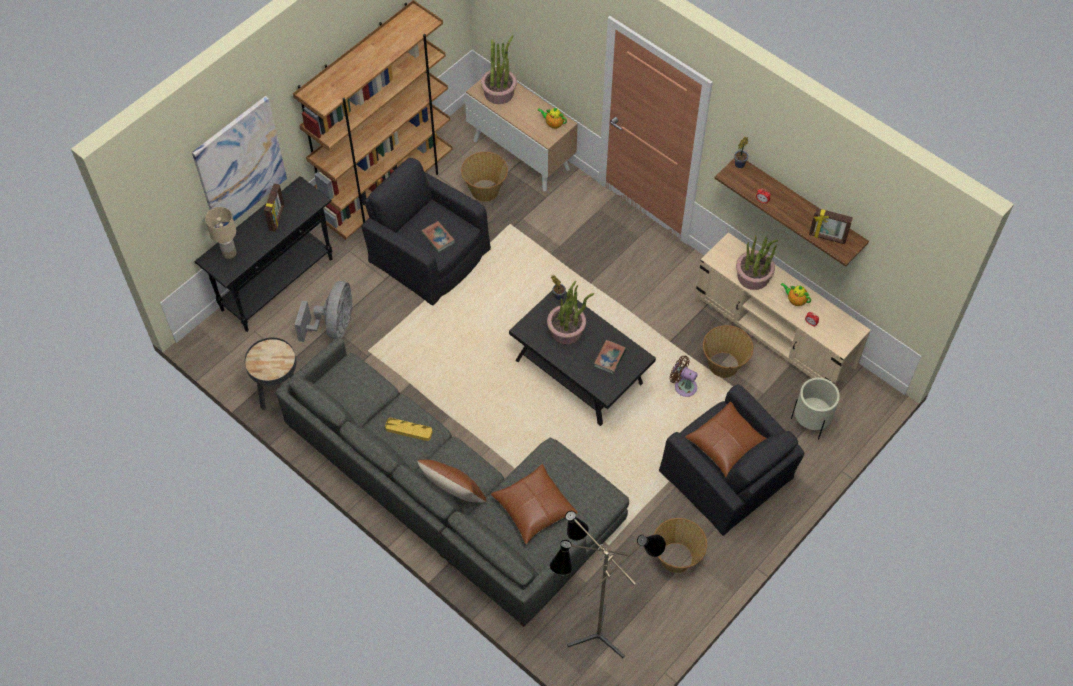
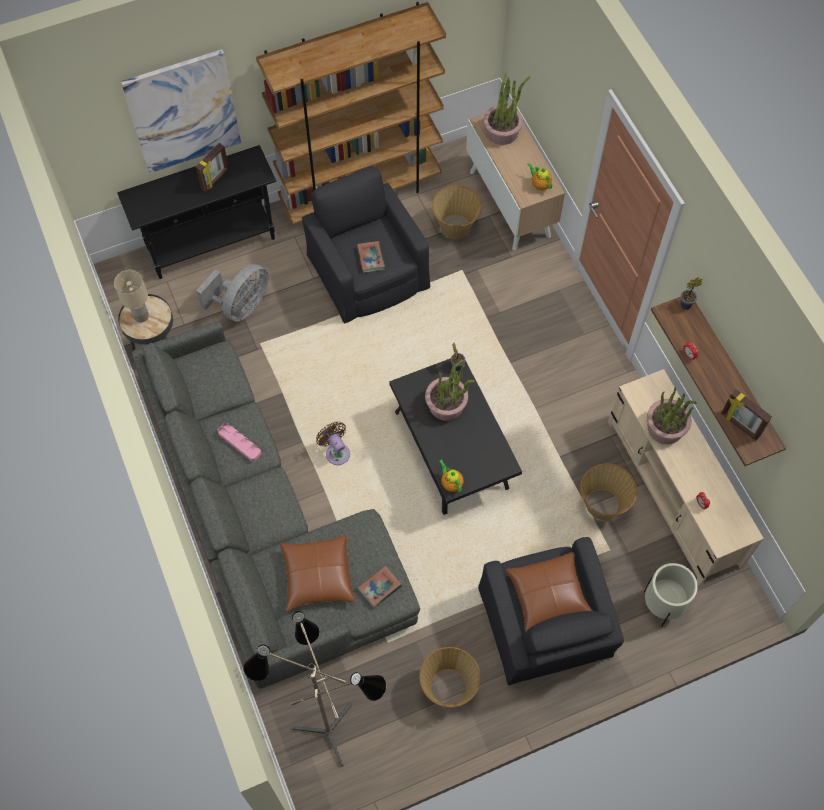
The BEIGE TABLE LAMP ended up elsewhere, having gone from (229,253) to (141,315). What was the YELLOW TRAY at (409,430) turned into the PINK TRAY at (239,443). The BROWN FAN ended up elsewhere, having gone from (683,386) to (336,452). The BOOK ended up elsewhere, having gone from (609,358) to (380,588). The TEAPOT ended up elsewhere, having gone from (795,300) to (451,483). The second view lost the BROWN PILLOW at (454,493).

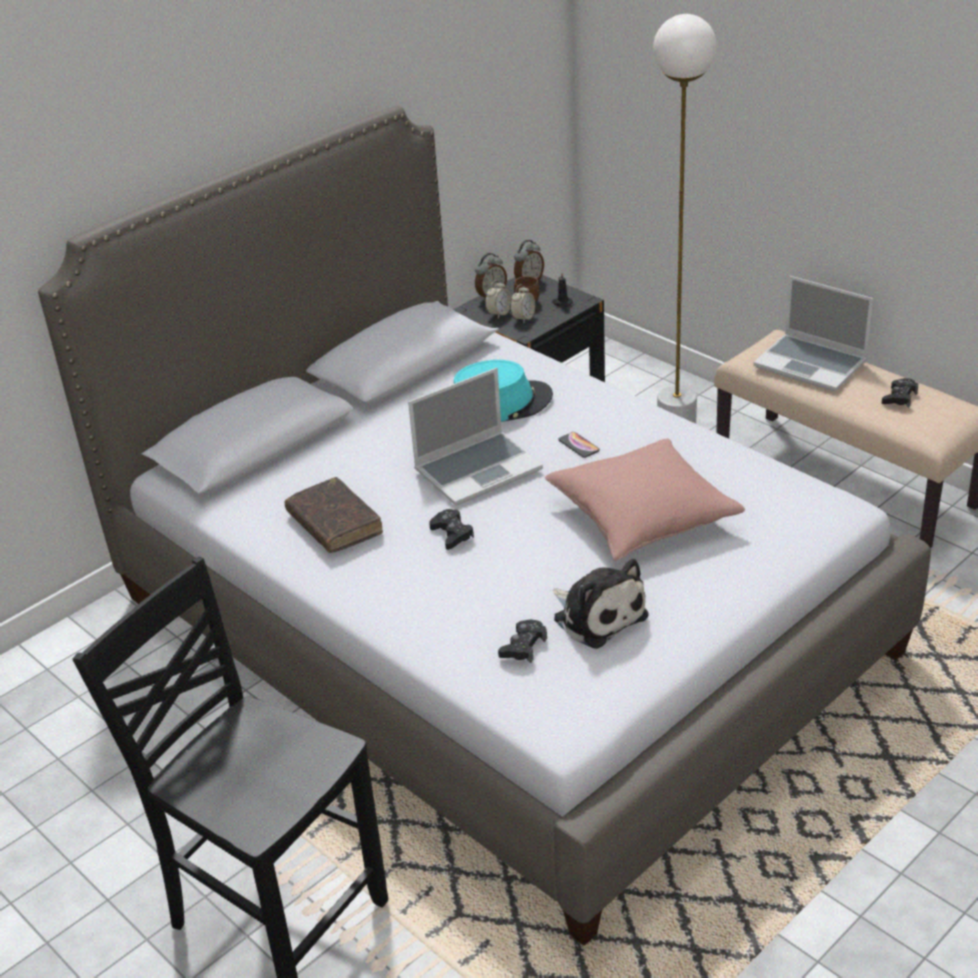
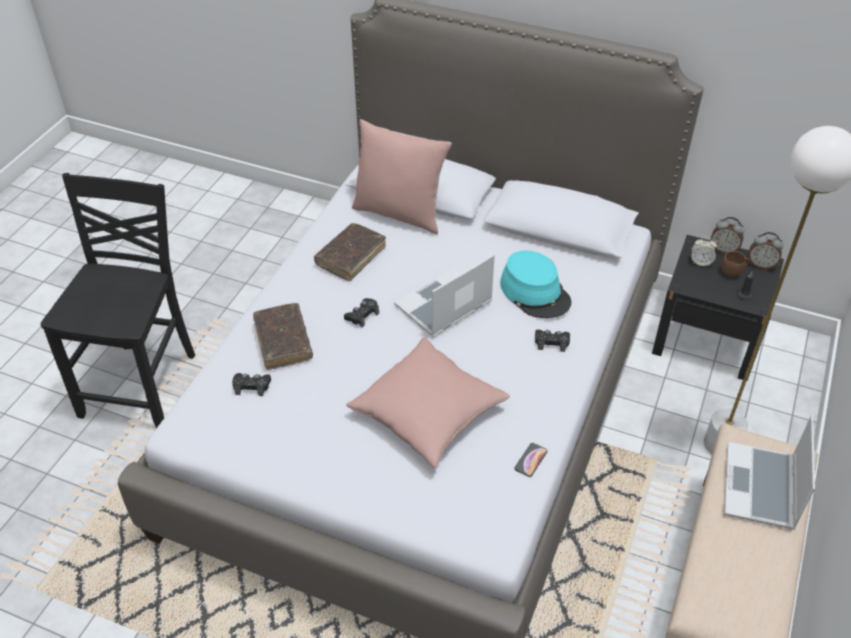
The second view gained the BROWN BOOK at (283,341). The second view gained the PINK PILLOW at (399,213). The LAPTOP at (478,469) ended up facing another way, 105 degrees clockwise from before. The PHONE ended up elsewhere, having gone from (578,445) to (531,460). The BLACK GAME CONTROLLER ended up elsewhere, having gone from (899,398) to (551,342). The second view lost the ALARM CLOCK at (523,318). The second view lost the PLUSH TOY at (597,615).

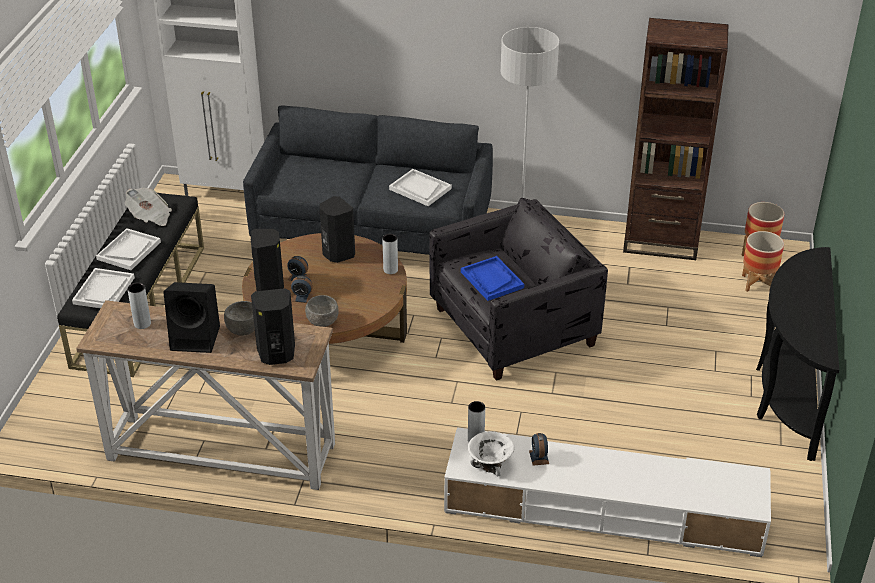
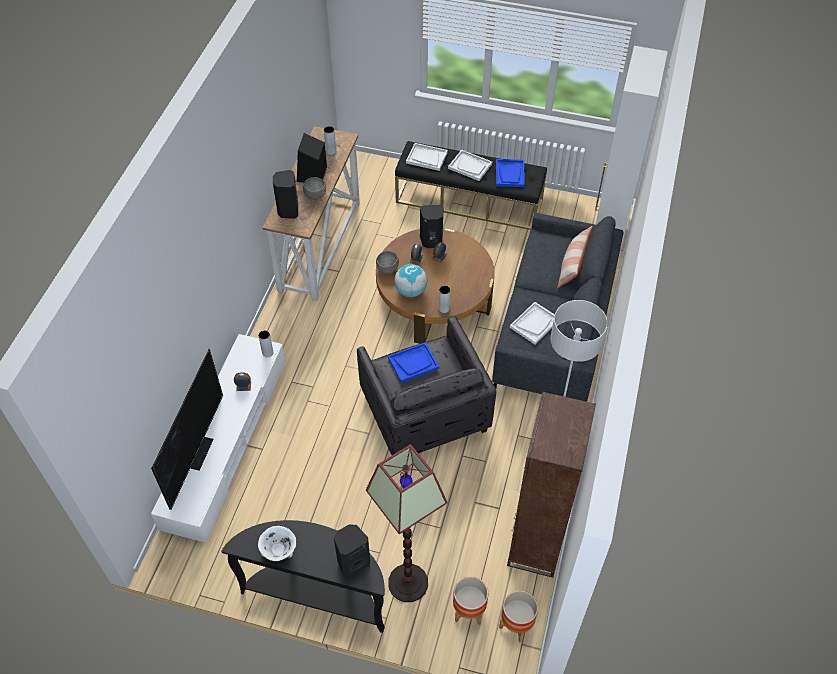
The second view gained the TELEVISION at (197,451). The WHITE BOWL ended up elsewhere, having gone from (490,464) to (278,551). The BLACK SPEAKER ended up elsewhere, having gone from (337,254) to (352,562). The second view gained the FLOOR LAMP at (408,583). The second view gained the GLOBE at (410,291). Where the NEWSPAPER stood at (150,217), the BLUE TRAY came to stand at (510,174). The second view gained the PILLOW at (572,266).

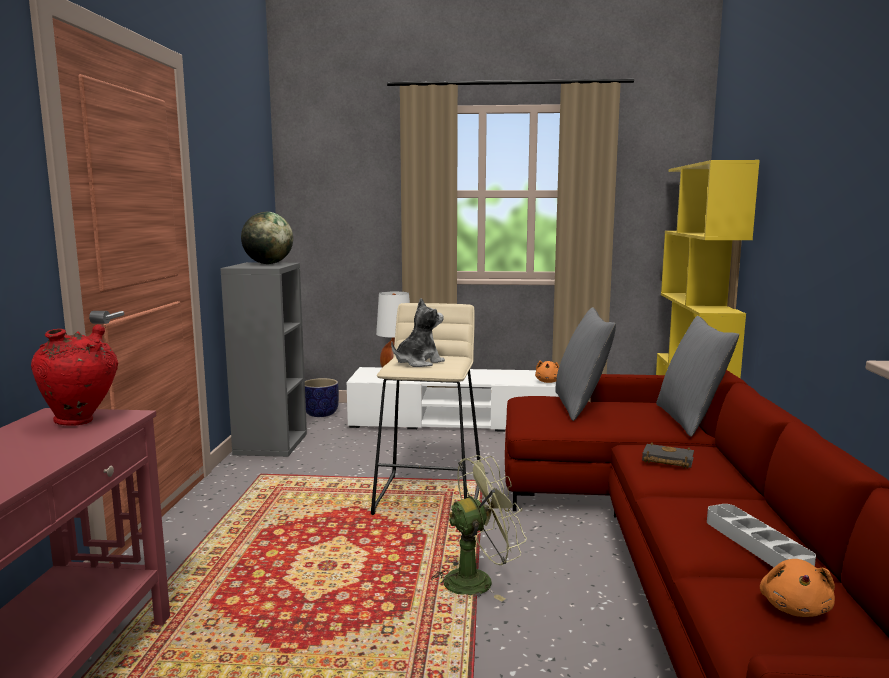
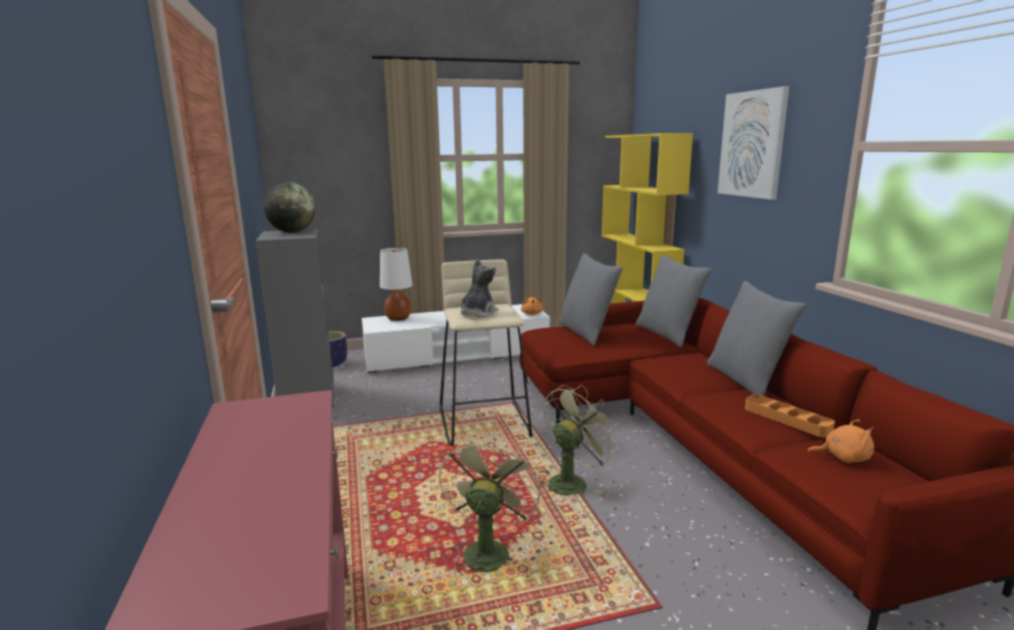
The second view gained the GREEN FAN at (487,549). The second view gained the GREY PILLOW at (746,380). The second view gained the PICTURE at (752,144). What was the GREY TRAY at (756,544) turned into the ORANGE TRAY at (787,419). The ORANGE PLUSH TOY at (795,608) ended up facing another way, 75 degrees counterclockwise from before. The second view lost the RED VASE at (81,421). The second view lost the BLACK BOOK at (666,460).

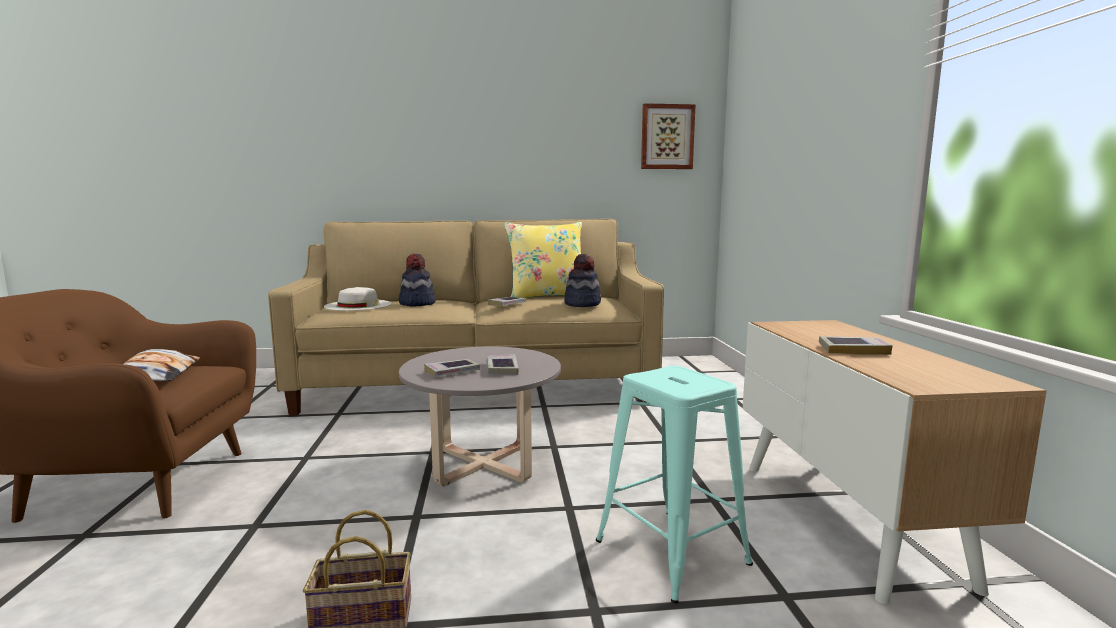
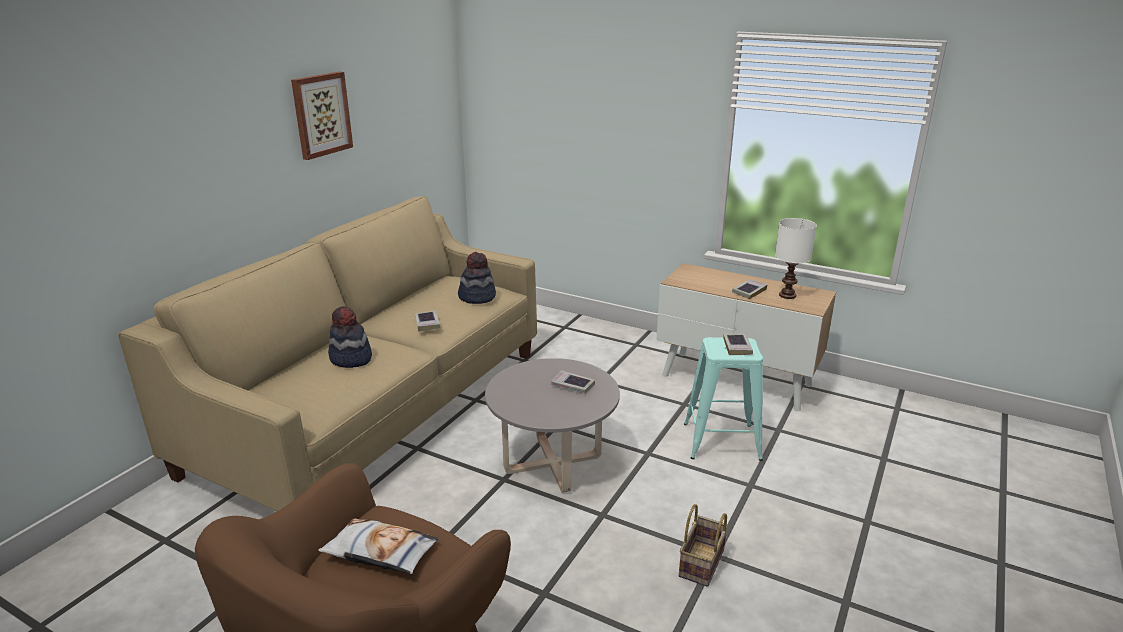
The PICTURE ended up elsewhere, having gone from (667,137) to (321,114). The BOOK ended up elsewhere, having gone from (452,372) to (737,347). The second view gained the WHITE TABLE LAMP at (787,295). The second view lost the WHITE HAT at (358,305). The second view lost the YELLOW PILLOW at (547,296).

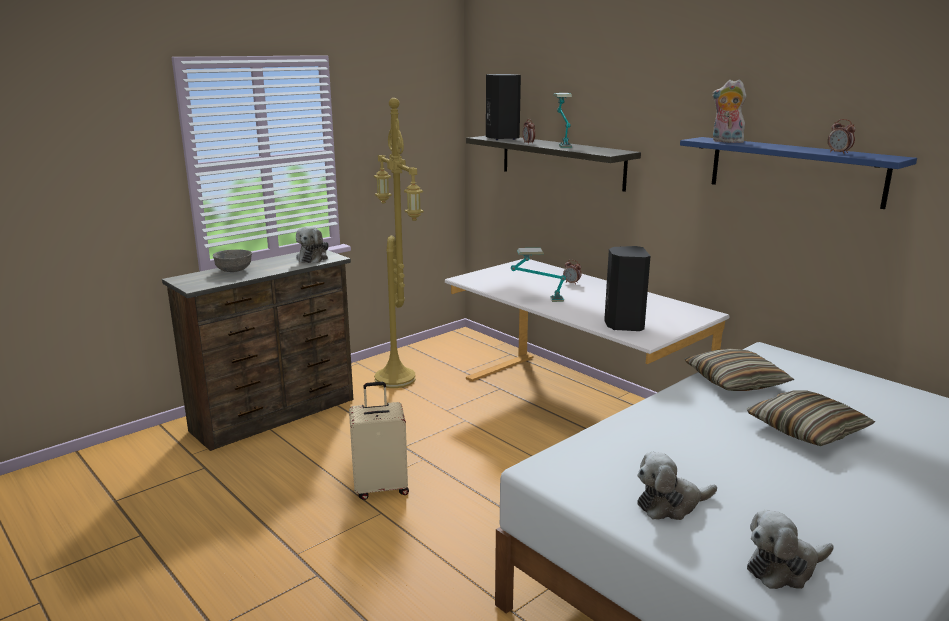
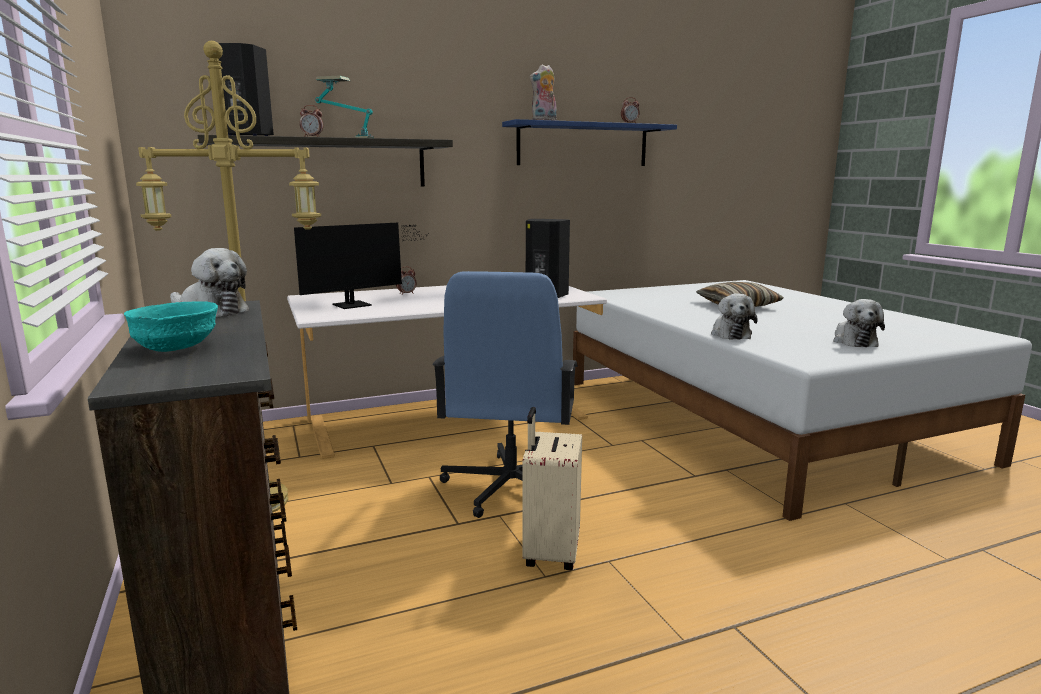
What was the GREY BOWL at (233,271) turned into the TURQUOISE BOWL at (176,348). The second view gained the MONITOR at (357,304). The second view gained the BLUE OFFICE CHAIR at (509,487). The PLUSH TOY ended up elsewhere, having gone from (784,568) to (730,334). The second view lost the TABLE LAMP at (537,300). The second view lost the PILLOW at (735,381).

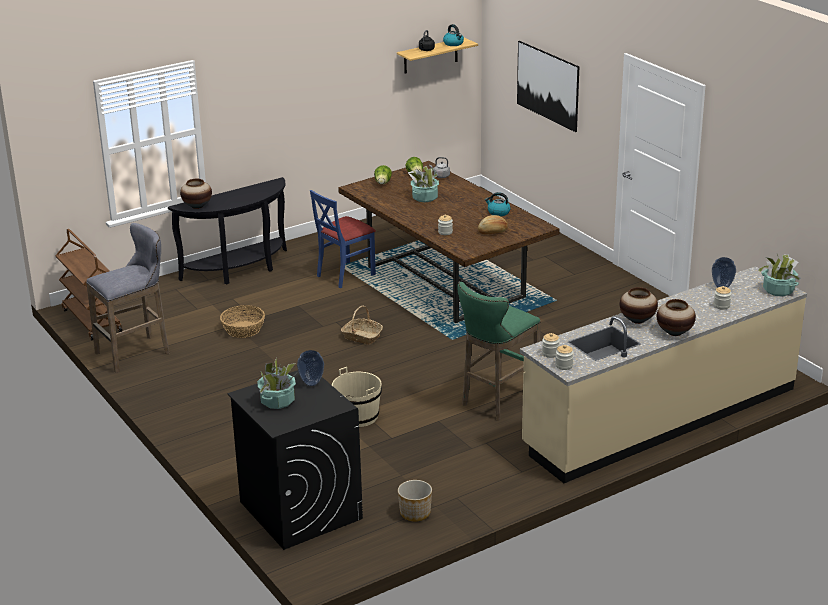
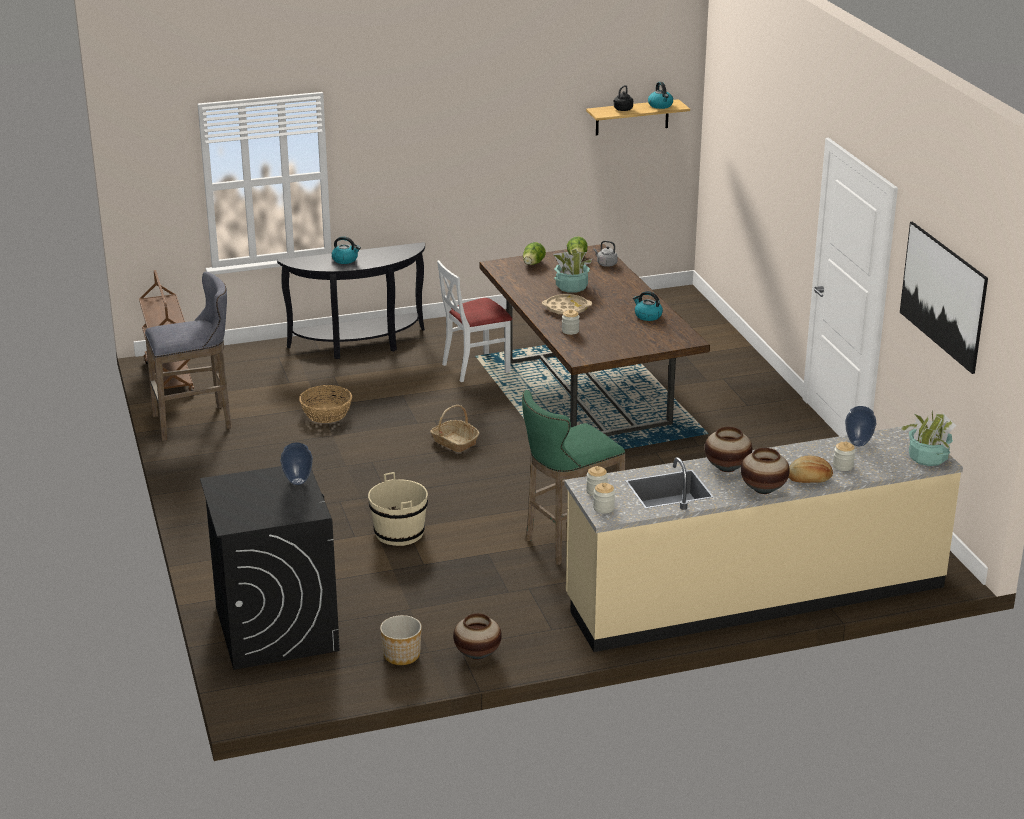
The second view gained the KETTLE at (345,260). What was the BLUE CHAIR at (345,275) turned into the WHITE CHAIR at (475,367). The VASE ended up elsewhere, having gone from (197,206) to (477,654). The second view gained the BEIGE TRAY at (566,308). The BREAD ended up elsewhere, having gone from (493,231) to (809,479). The PICTURE ended up elsewhere, having gone from (547,85) to (943,295). The second view lost the POTTED PLANT at (277,401).

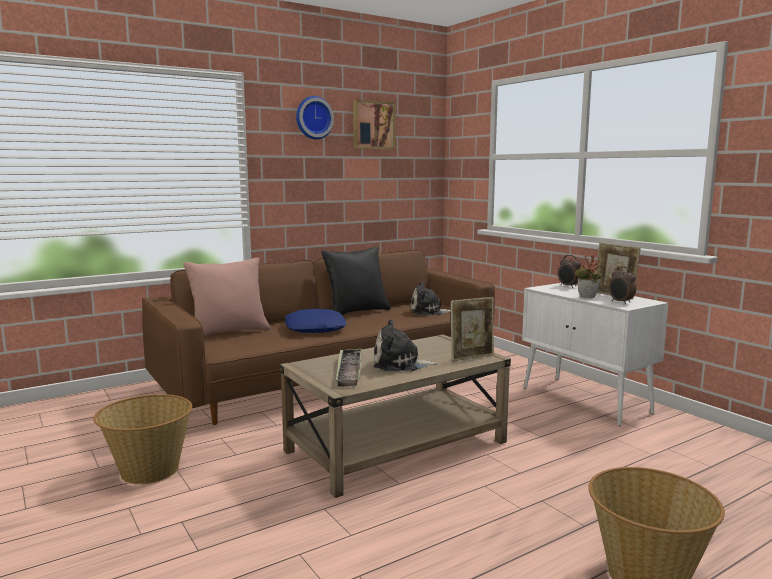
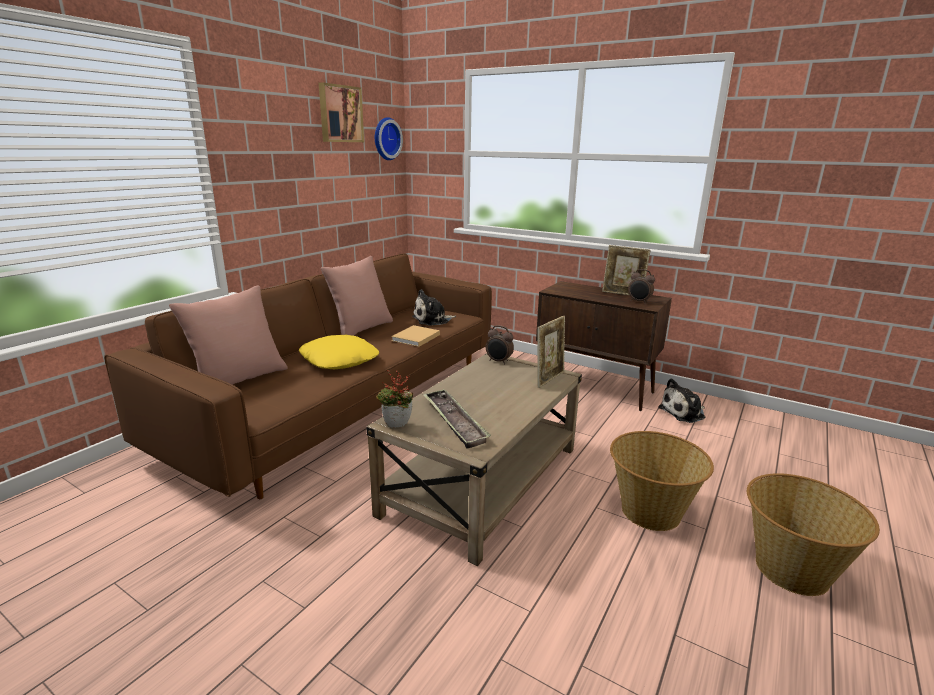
What was the BLUE PILLOW at (315,328) turned into the YELLOW PILLOW at (340,360). What was the BLACK PILLOW at (356,312) turned into the PINK PILLOW at (361,329). The WALL CLOCK ended up elsewhere, having gone from (313,118) to (385,139). The POTTED PLANT ended up elsewhere, having gone from (587,297) to (396,426). The second view gained the BEIGE BOOK at (415,338). The ALARM CLOCK ended up elsewhere, having gone from (568,286) to (498,361). What was the WHITE CABINET at (586,400) turned into the BROWN CABINET at (595,388). The BASKET ended up elsewhere, having gone from (148,471) to (650,512). The PLUSH TOY ended up elsewhere, having gone from (400,364) to (684,413).

